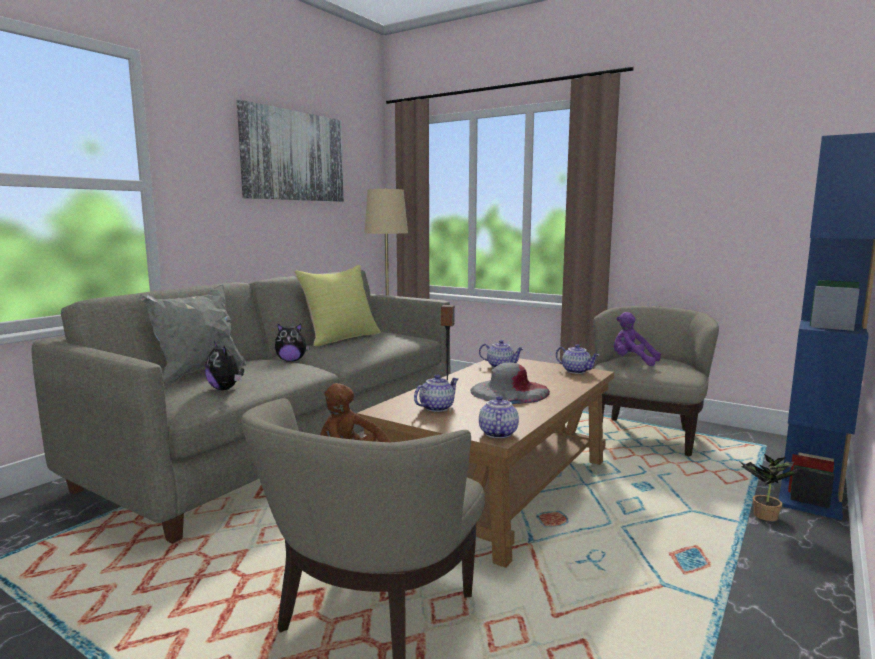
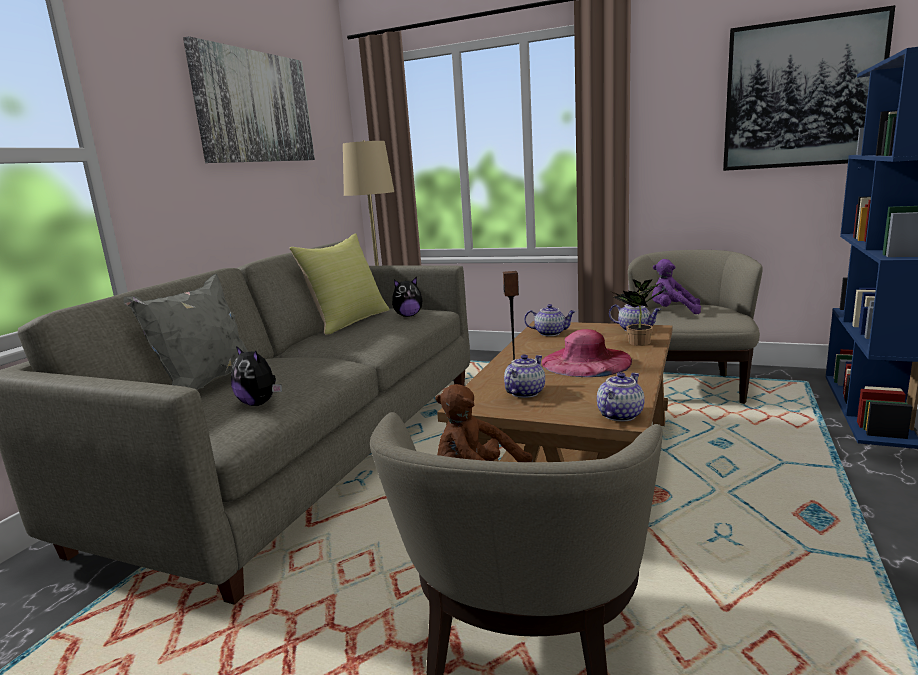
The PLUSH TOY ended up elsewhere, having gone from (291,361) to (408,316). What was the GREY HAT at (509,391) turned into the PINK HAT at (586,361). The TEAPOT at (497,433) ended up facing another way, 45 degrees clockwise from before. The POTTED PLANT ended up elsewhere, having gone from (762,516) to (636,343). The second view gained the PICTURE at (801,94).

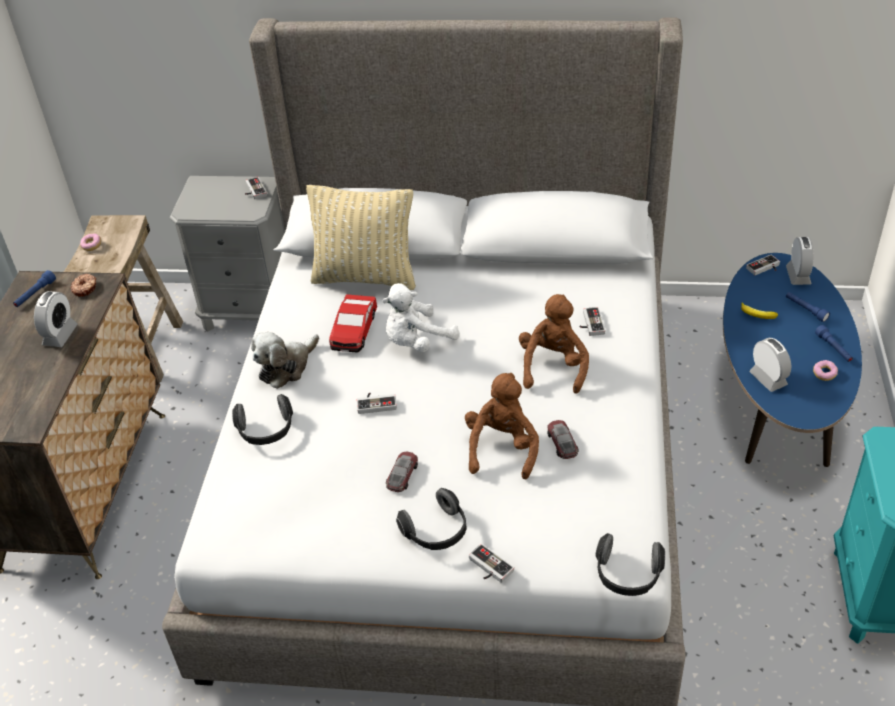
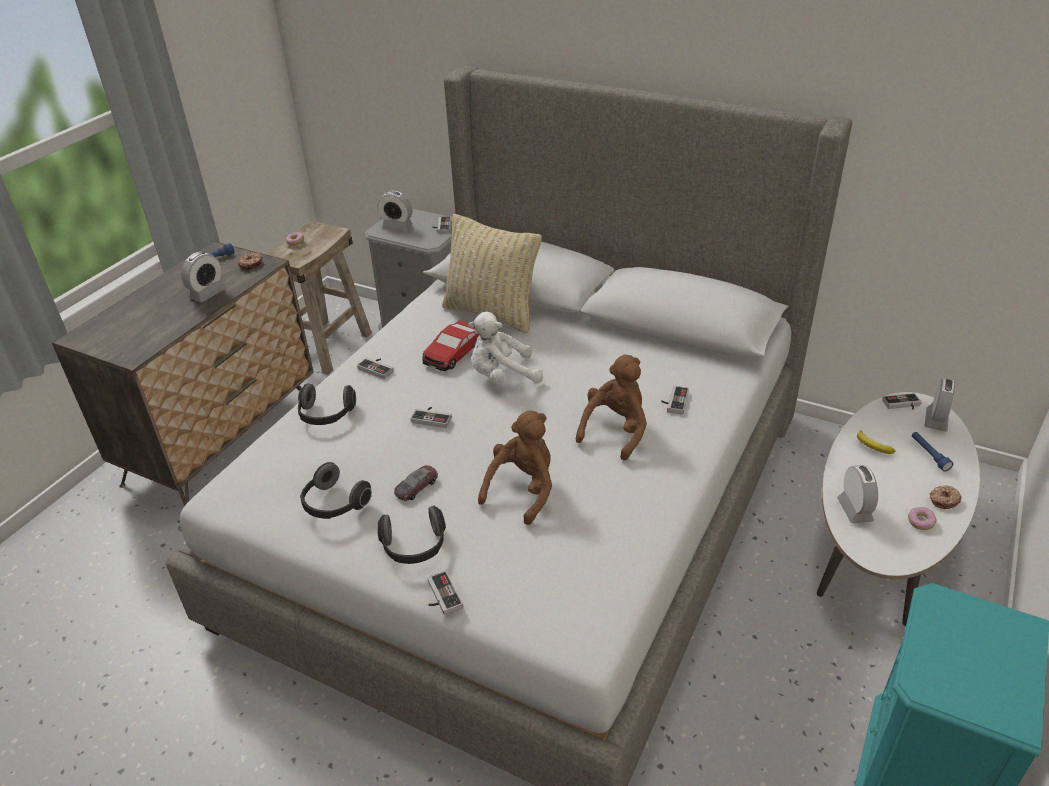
The HEADPHONES ended up elsewhere, having gone from (627,576) to (334,505). Where the PLUSH TOY stood at (286,367), the GAME CONTROLLER came to stand at (378,368). The second view gained the ALARM CLOCK at (397,227). What was the BLUE COFFEE TABLE at (776,399) turned into the WHITE COFFEE TABLE at (879,543). Where the BLUE FLASHLIGHT stood at (833,348), the DONUT came to stand at (943,500). The second view lost the TOY CAR at (562,443).

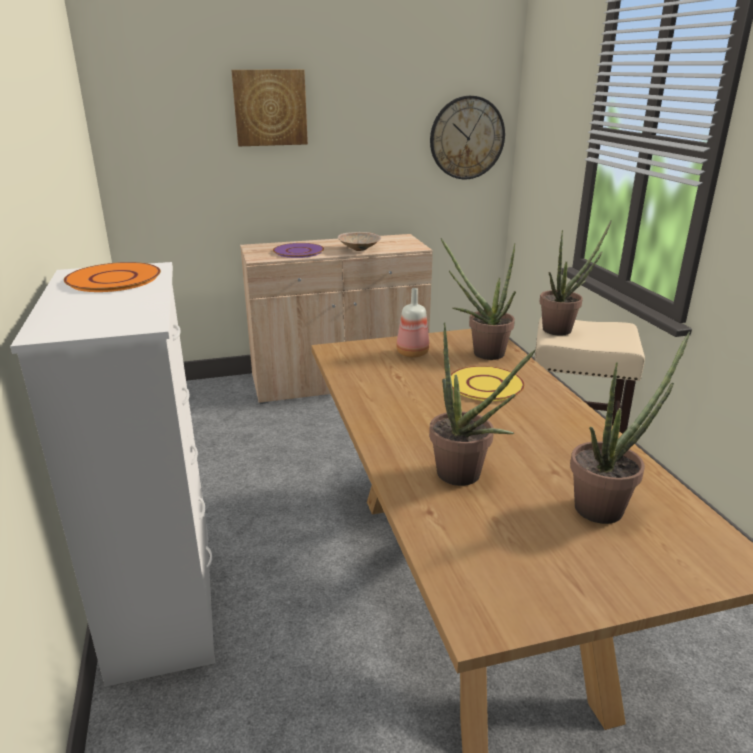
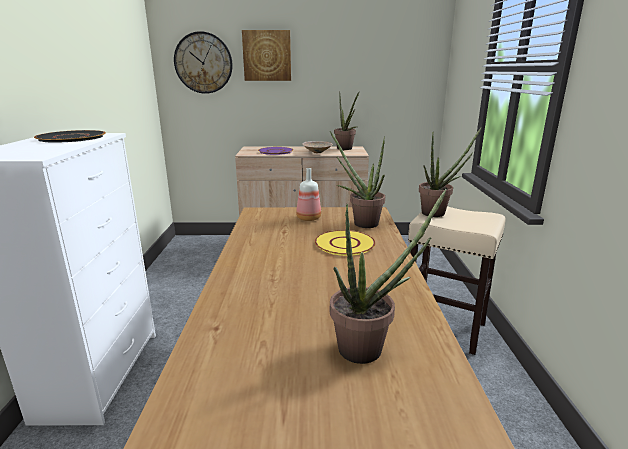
What was the ORANGE PLATE at (113,279) turned into the BLACK PLATE at (71,137). The WALL CLOCK ended up elsewhere, having gone from (467,138) to (203,63). The POTTED PLANT ended up elsewhere, having gone from (465,478) to (346,149).

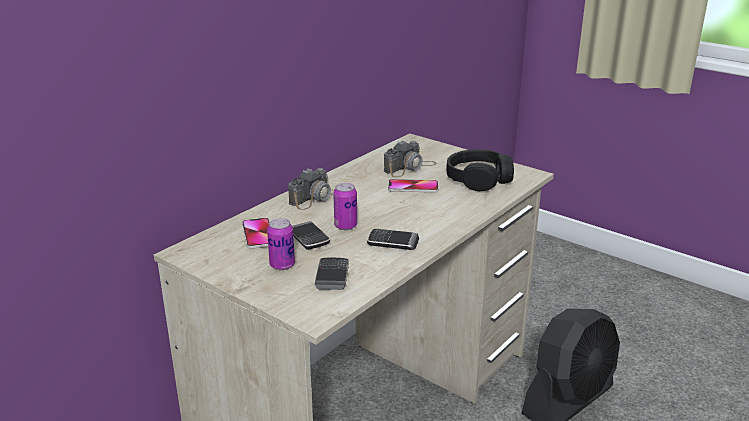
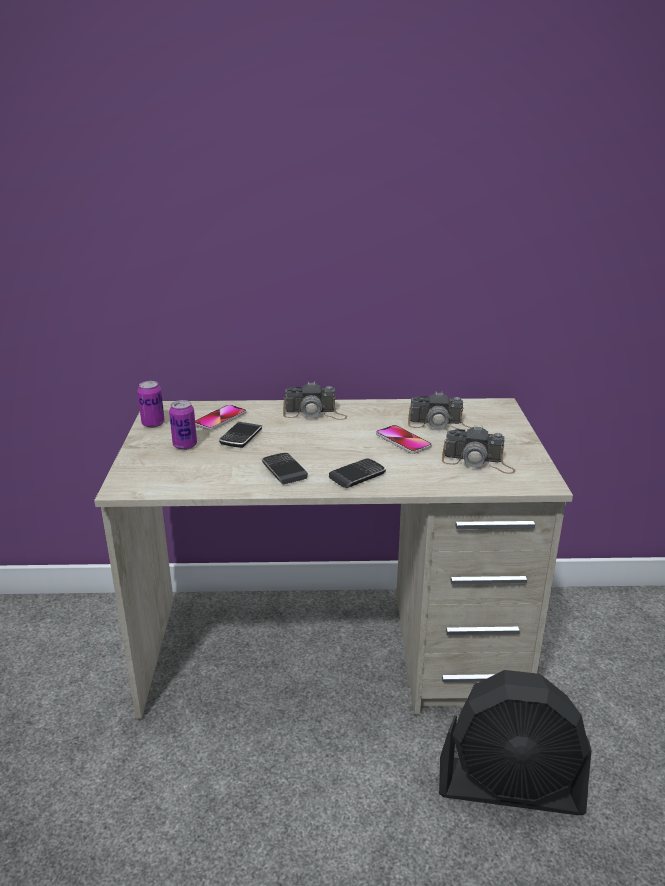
The CAN ended up elsewhere, having gone from (345,226) to (153,424). The PHONE ended up elsewhere, having gone from (332,276) to (357,476). Where the BLACK HEADPHONES stood at (479,179), the PHOTO CAMERA came to stand at (478,462).

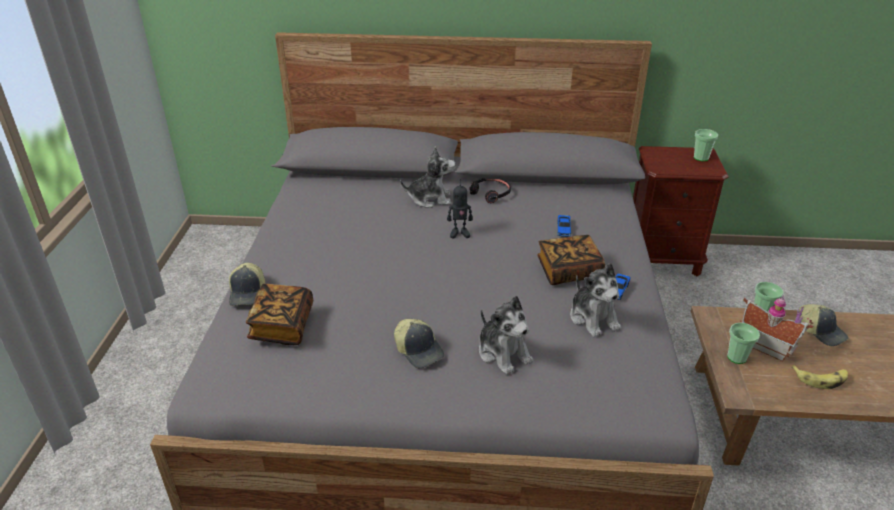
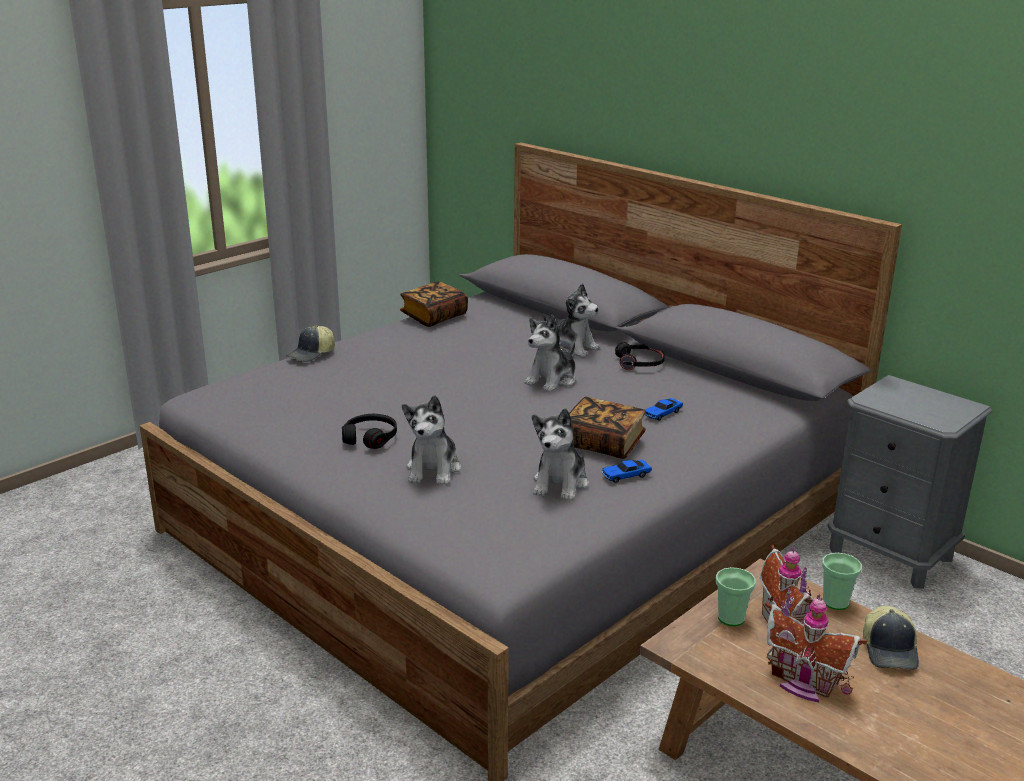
Where the CAP stood at (419,350), the BLACK HEADPHONES came to stand at (370,438). The BOOK ended up elsewhere, having gone from (282,326) to (434,317). Where the TOY ROBOT stood at (459,233), the PLUSH TOY came to stand at (552,380). Where the BANANA stood at (821,379), the TOY HOUSE came to stand at (803,683). What was the BROWN NIGHTSTAND at (662,260) turned into the GREY NIGHTSTAND at (890,554). The second view lost the CUP at (701,158).

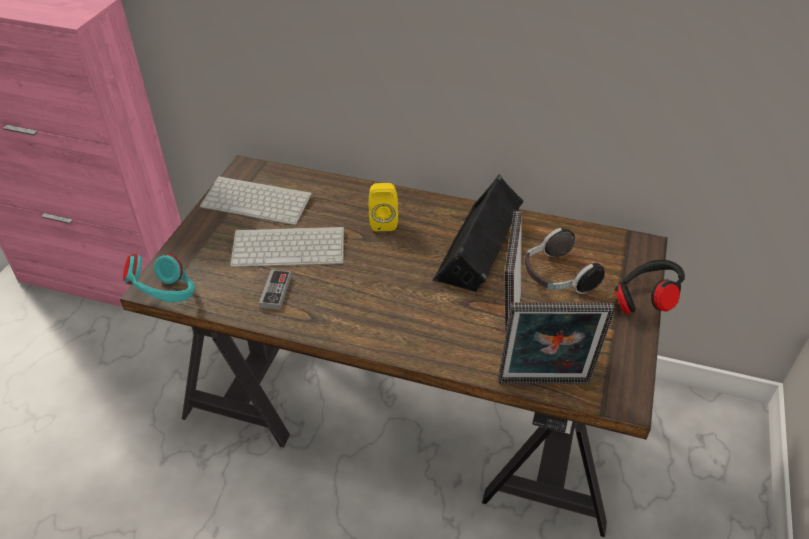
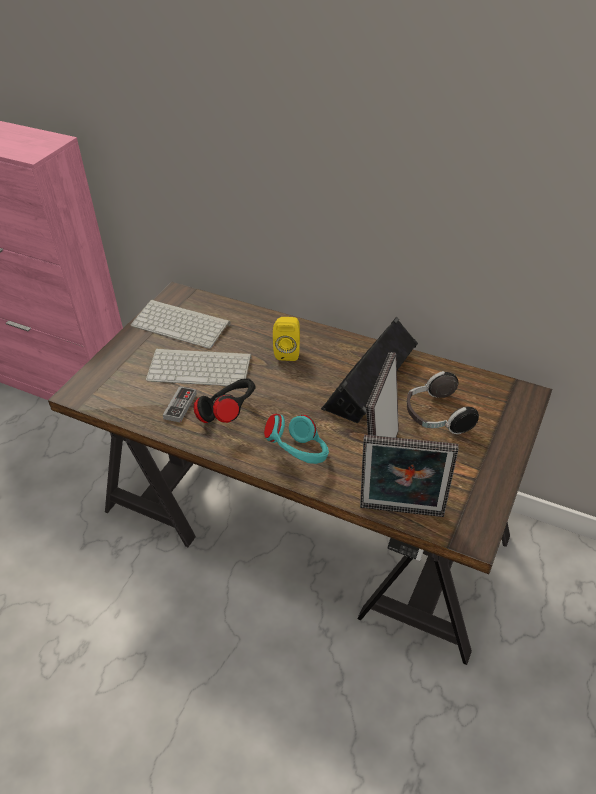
The BLACK HEADPHONES ended up elsewhere, having gone from (644,302) to (229,414). The TURQUOISE HEADPHONES ended up elsewhere, having gone from (166,297) to (299,455).

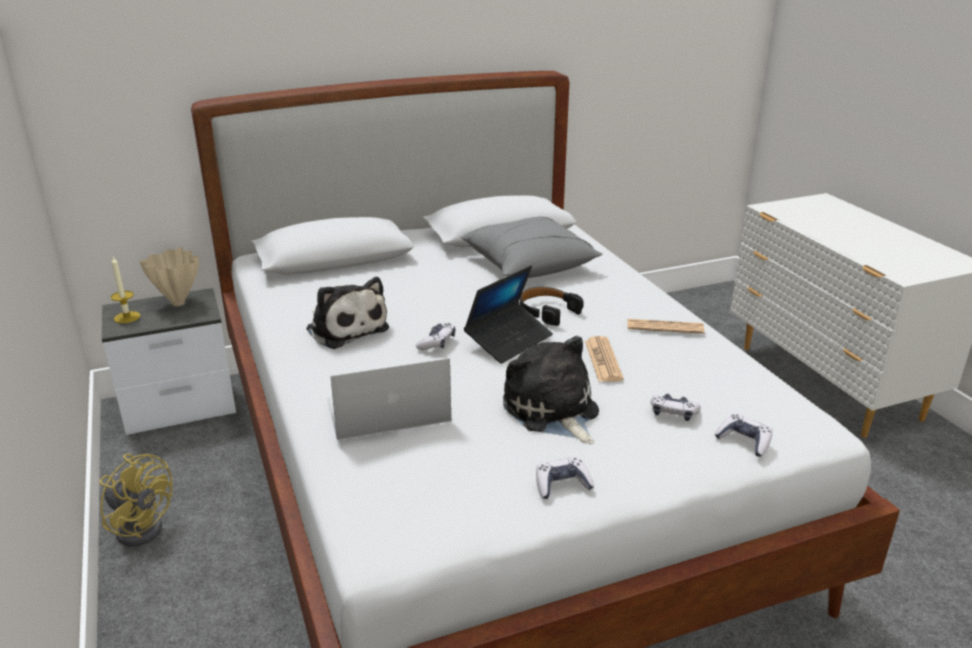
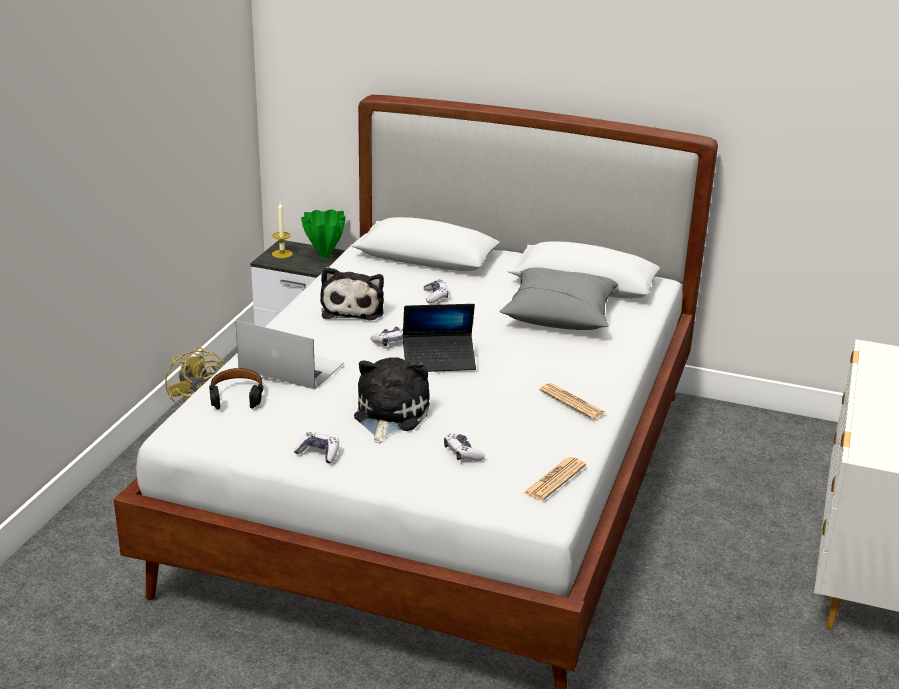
The BLACK HEADPHONES ended up elsewhere, having gone from (547,311) to (237,395). What was the BEIGE VASE at (177,303) turned into the GREEN VASE at (324,256). The GAME CONTROLLER ended up elsewhere, having gone from (744,441) to (435,296). The NEWSPAPER ended up elsewhere, having gone from (603,360) to (554,479).

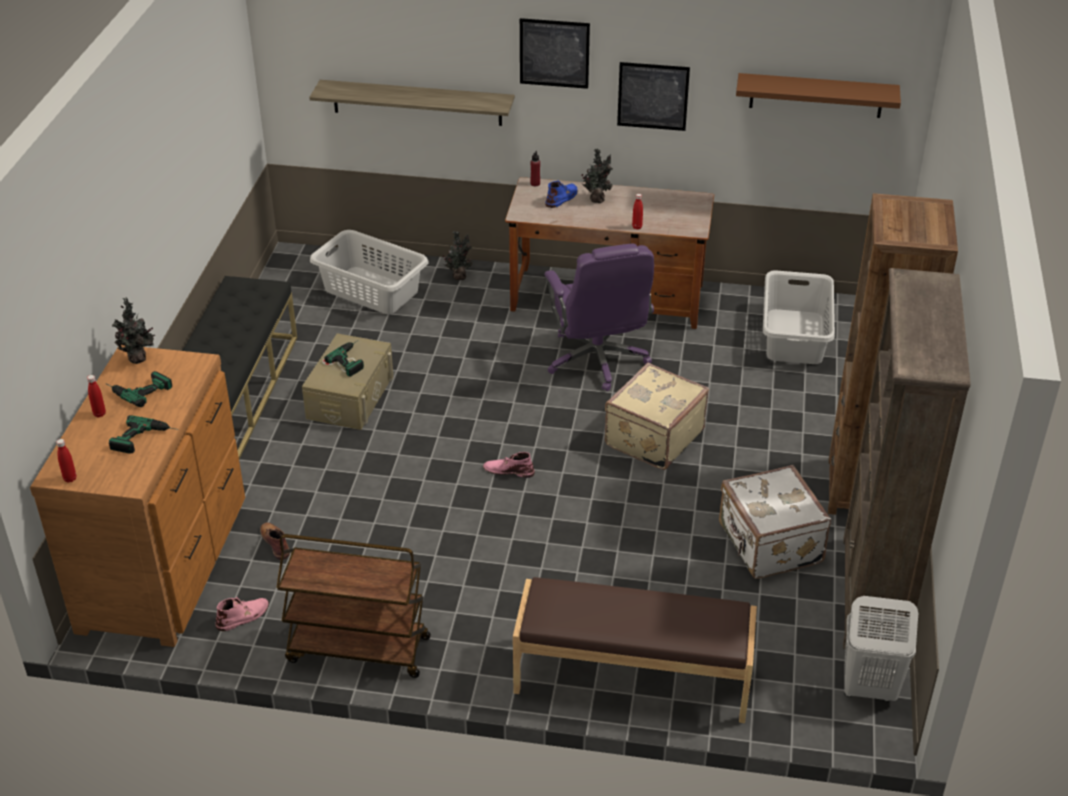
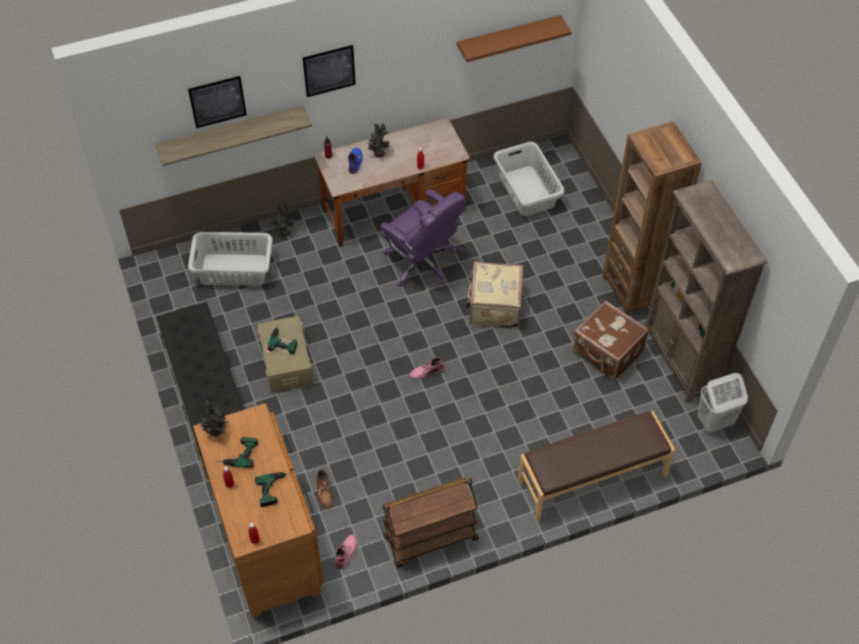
The PICTURE ended up elsewhere, having gone from (653,96) to (217,101). The BROWN BOOT at (275,542) ended up facing another way, 135 degrees counterclockwise from before. What was the WHITE SUITCASE at (768,544) turned into the BROWN SUITCASE at (607,353).

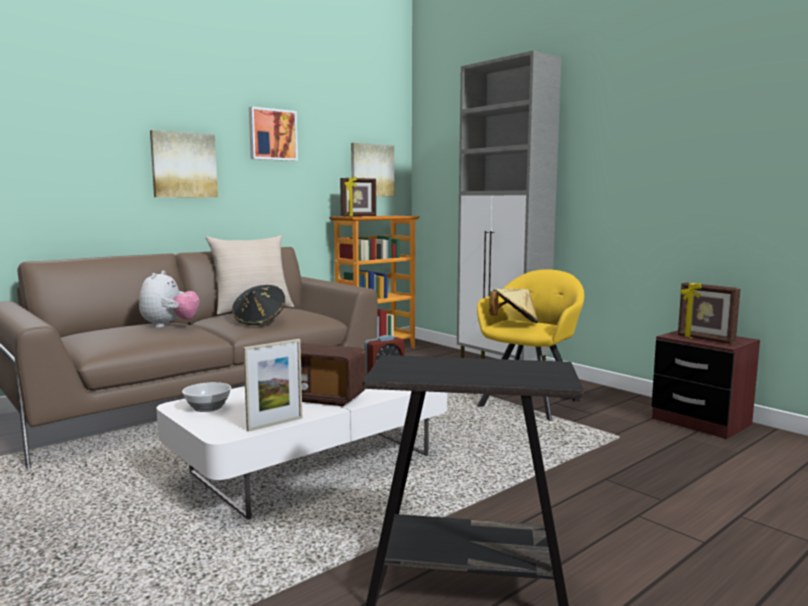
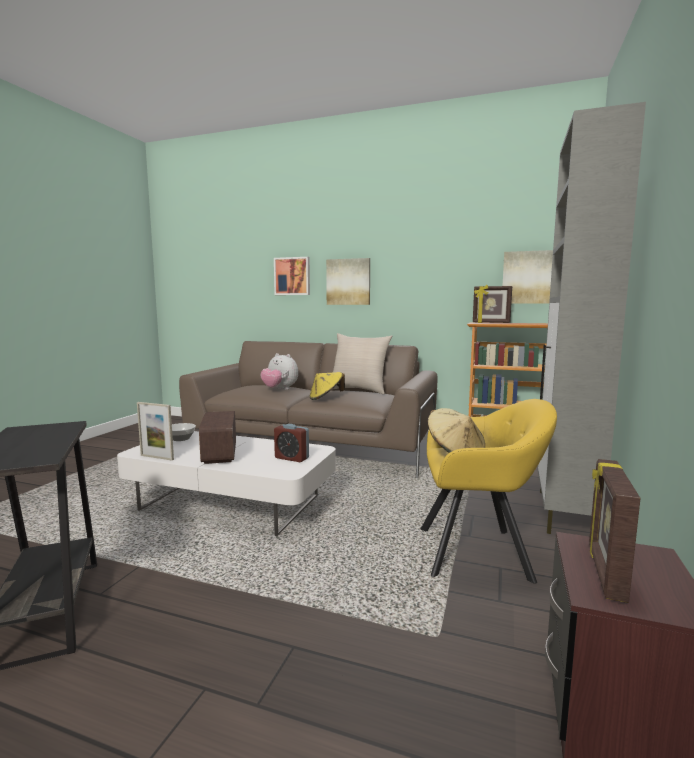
The PLUSH TOY at (169,326) ended up facing another way, 60 degrees clockwise from before. The PICTURE ended up elsewhere, having gone from (272,134) to (292,276). What was the BLACK HAT at (259,321) turned into the YELLOW HAT at (326,398).

